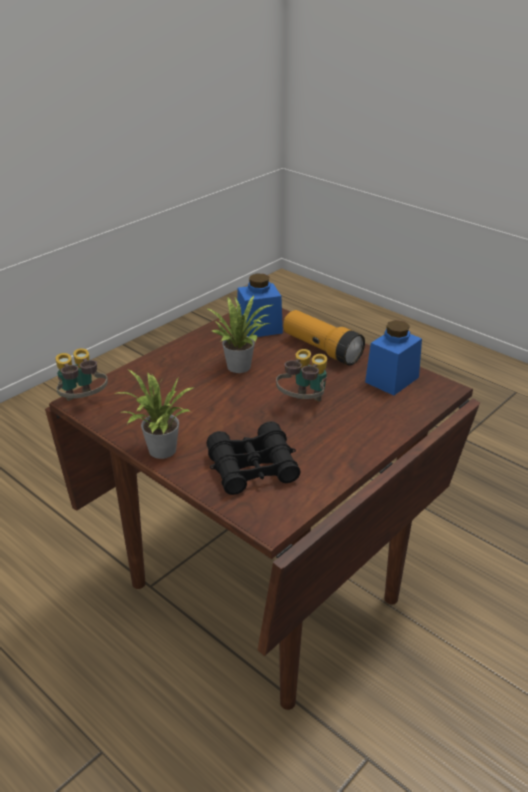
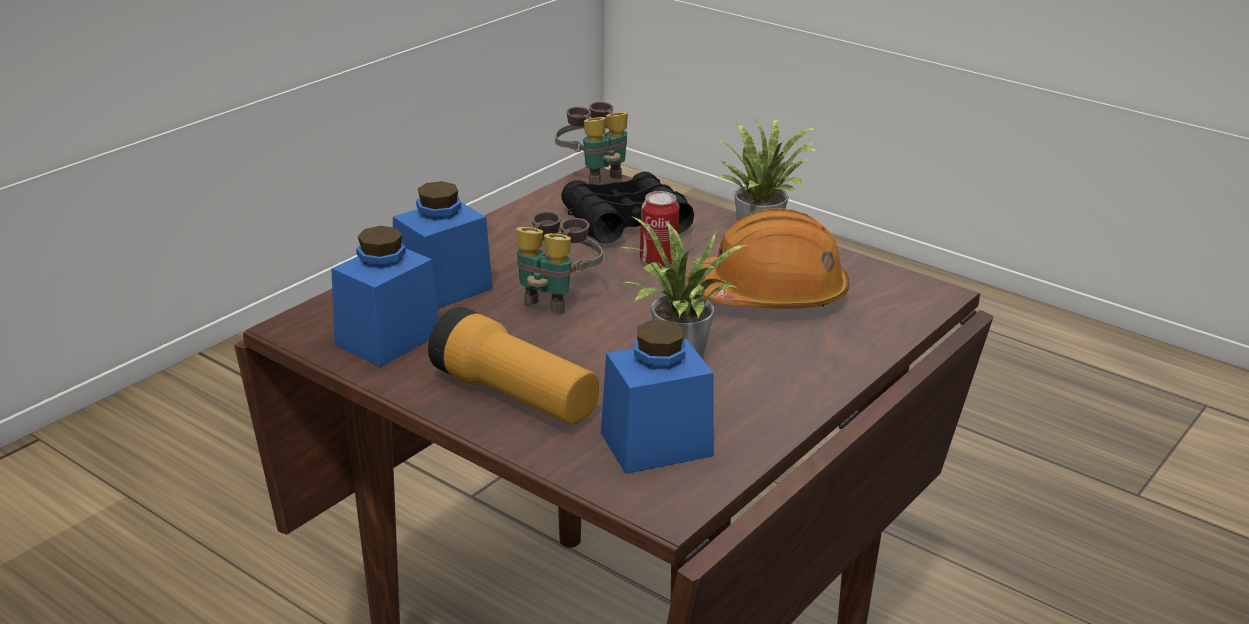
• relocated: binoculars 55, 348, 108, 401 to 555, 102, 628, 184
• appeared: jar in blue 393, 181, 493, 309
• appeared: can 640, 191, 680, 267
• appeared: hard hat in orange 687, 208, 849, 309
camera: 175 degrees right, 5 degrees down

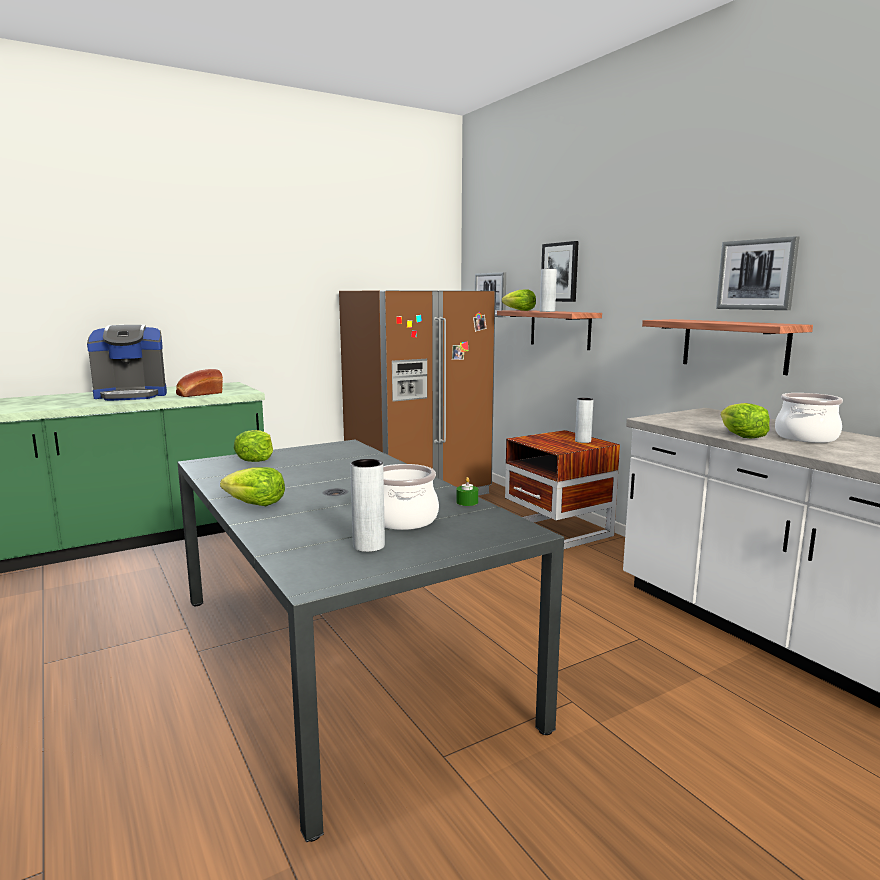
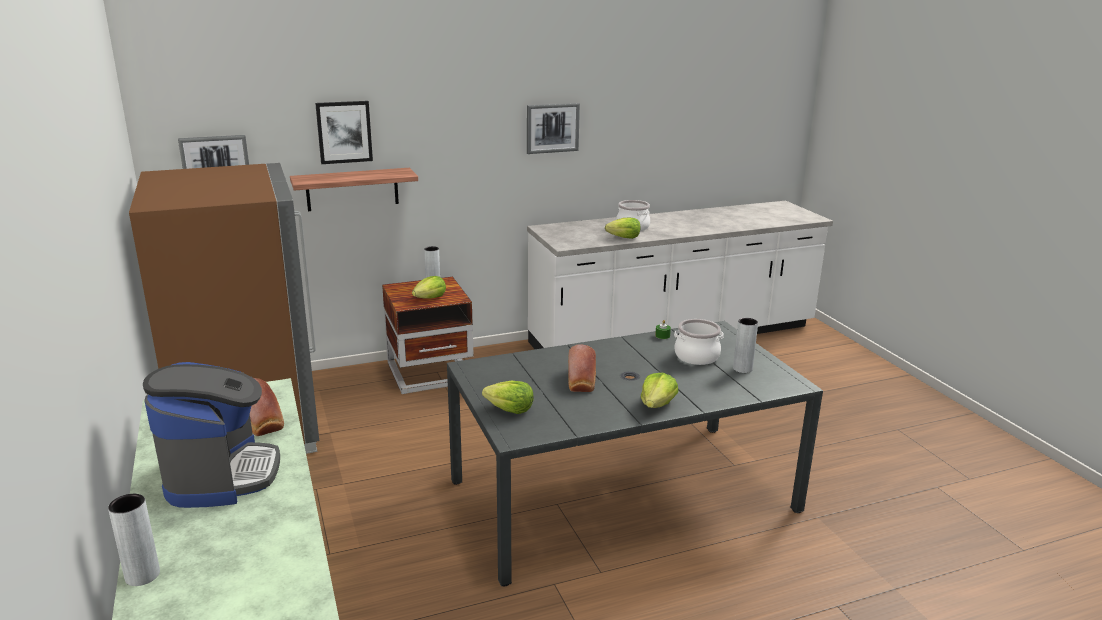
• relocated: vase in grey 540, 269, 557, 312 to 108, 494, 160, 586
• relocated: lettuce 502, 289, 536, 311 to 412, 276, 446, 299
• missing: shelf 642, 319, 813, 375
• appeared: bread 568, 344, 596, 392
camera: 80 degrees left, 10 degrees up

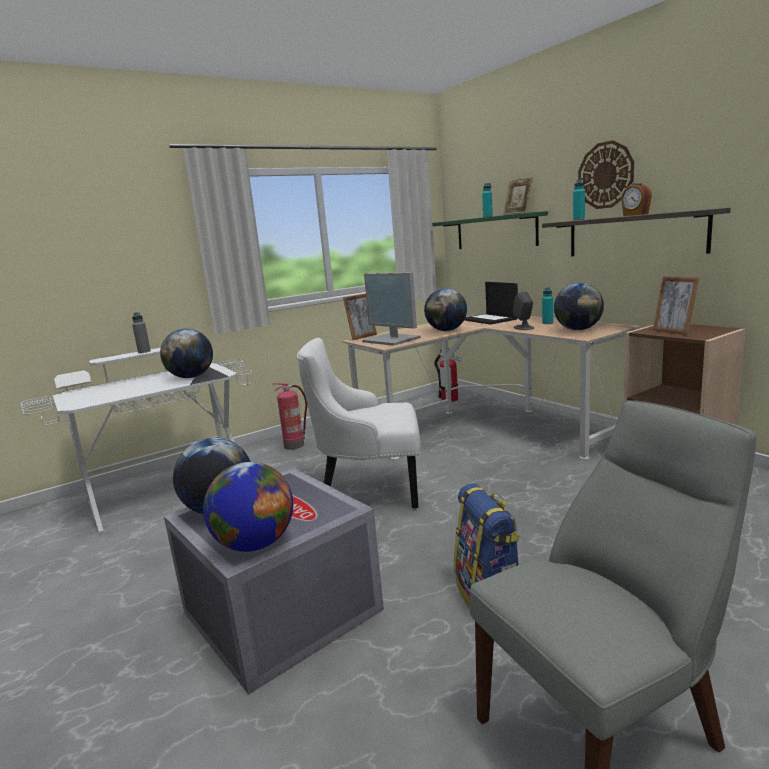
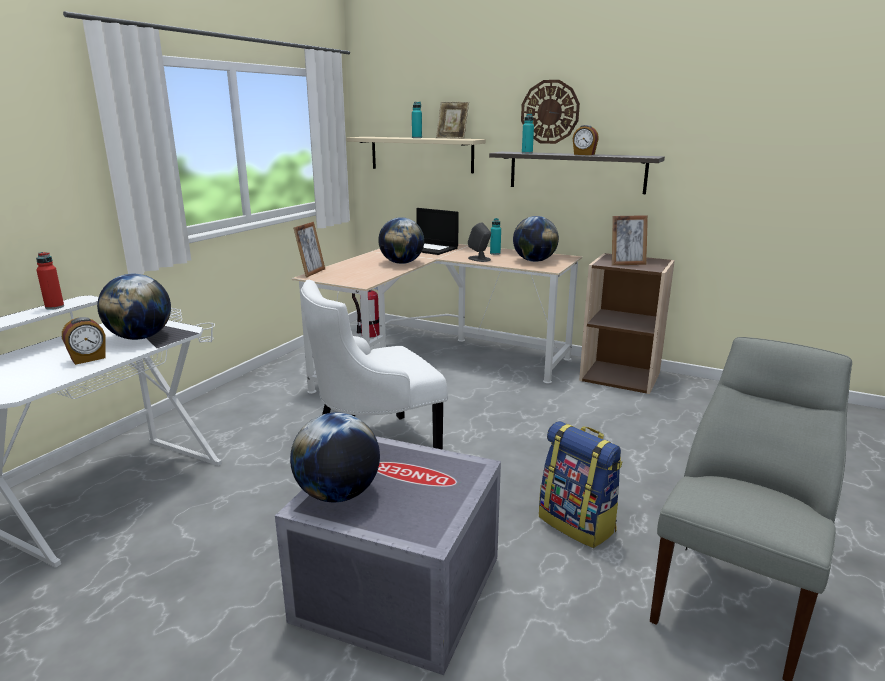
• colour: shelf in green 432, 211, 548, 249 to shelf in beige 346, 137, 486, 173
• missing: monitor 362, 272, 421, 346
• spun: picture frame 653, 276, 700, 335 = 612, 215, 648, 266 45 degrees counterclockwise
• colour: bottle in grey 132, 312, 151, 353 to bottle in red 36, 252, 64, 310
• missing: fire extinguisher 272, 383, 307, 450
• missing: globe 203, 462, 293, 552
• appeared: alarm clock 62, 317, 106, 365
camera: 30 degrees left, 5 degrees up

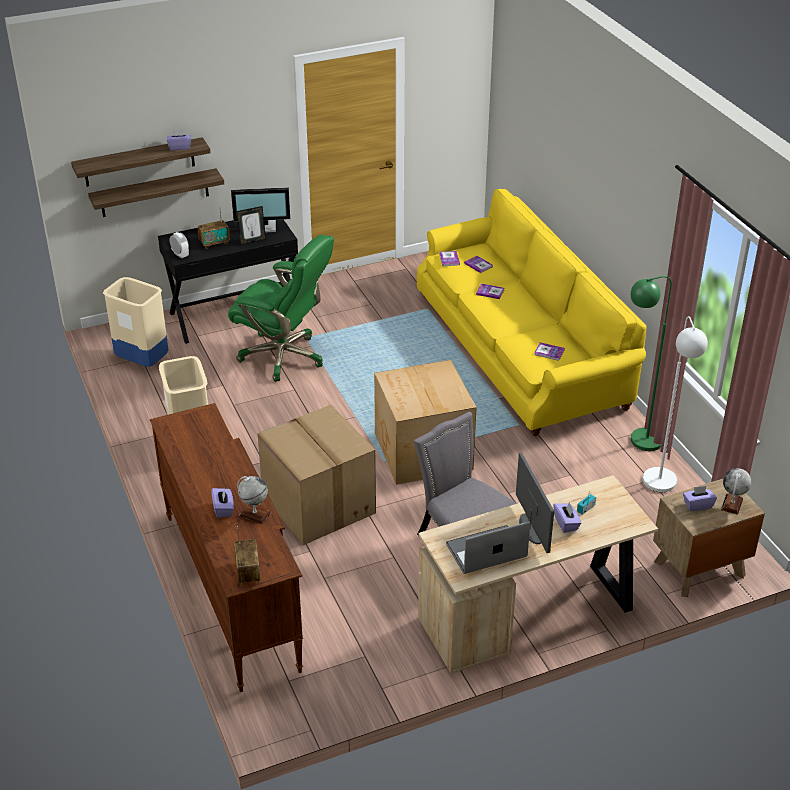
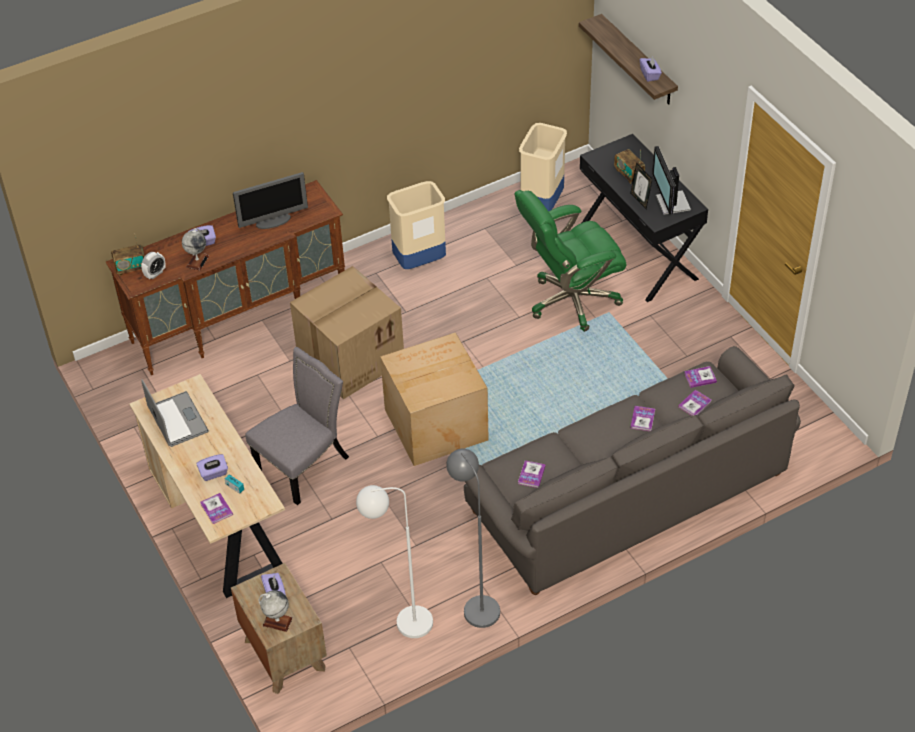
• missing: shelf 88, 168, 224, 217
• colour: sofa in yellow 417, 189, 647, 436 to sofa in grey 464, 346, 801, 595
• relocated: alarm clock 169, 232, 189, 259 to 141, 252, 166, 279
• spun: office chair in green 228, 235, 334, 382 = 515, 190, 626, 332 45 degrees clockwise
• colour: floor lamp in green 631, 276, 672, 451 to floor lamp in grey 446, 449, 500, 628
• relocated: monitor 516, 453, 554, 553 to 233, 172, 308, 229
• appeared: book 200, 493, 233, 524
camera: 85 degrees right, 10 degrees up

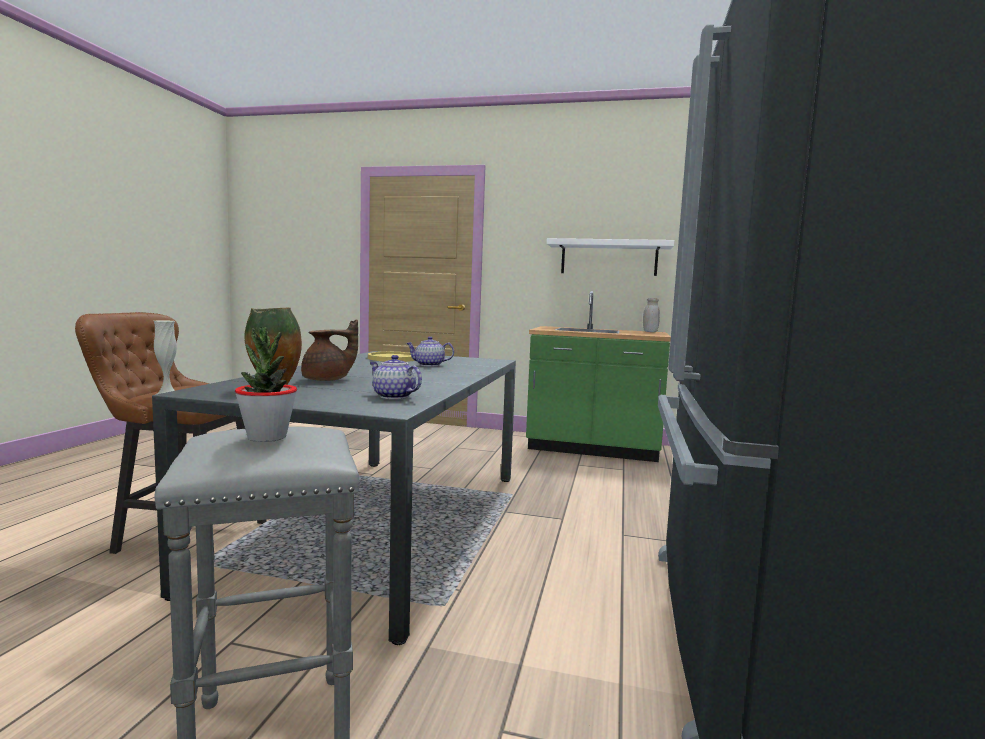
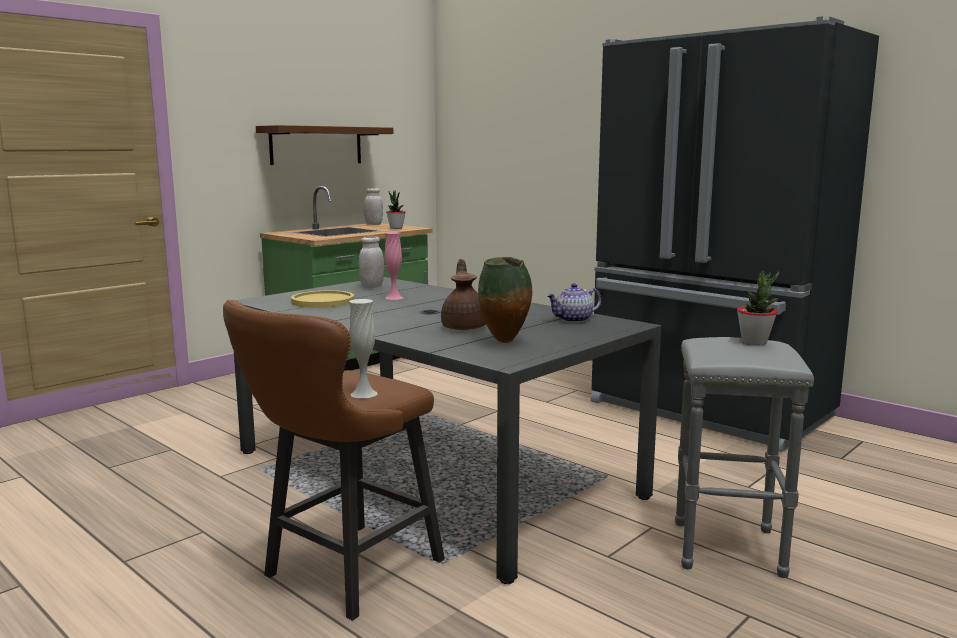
• colour: shelf in white 547, 238, 675, 276 to shelf in brown 256, 125, 393, 165
• exchanged: teapot 406, 336, 454, 366 to vase in pink 384, 232, 403, 300
• appeared: potted plant 386, 191, 406, 229
• appeared: jar in white 359, 236, 384, 288
camera: 60 degrees left, 5 degrees up

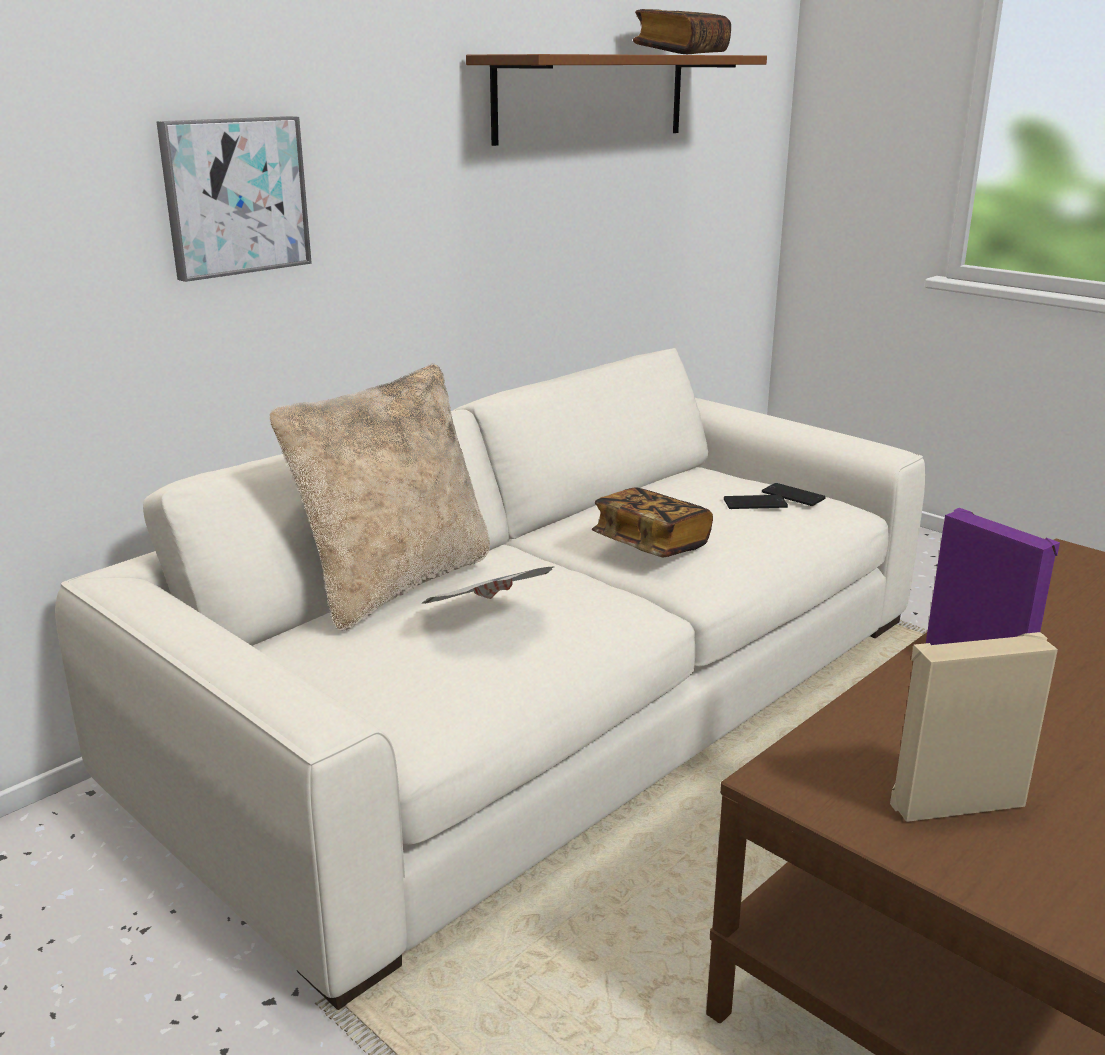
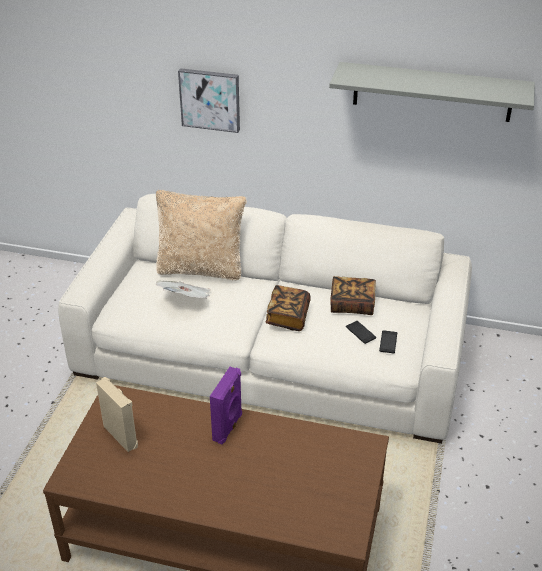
• relocated: book 633, 9, 731, 54 to 330, 276, 376, 315
• colour: shelf in brown 466, 54, 767, 146 to shelf in grey 329, 62, 535, 122
camera: 60 degrees right, 15 degrees up

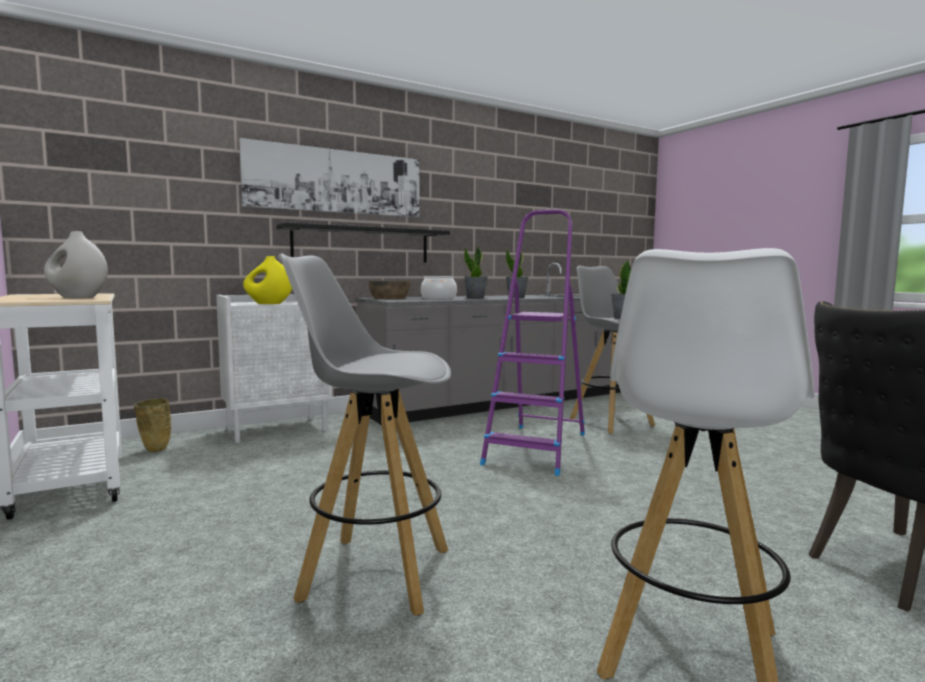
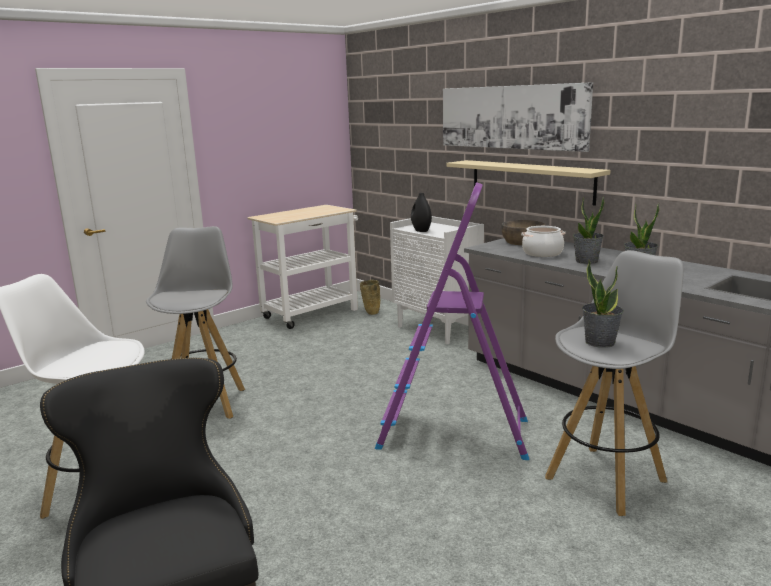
• colour: shelf in black 277, 222, 450, 262 to shelf in beige 446, 160, 611, 206
• missing: vase in white 44, 231, 108, 298
• colour: vase in yellow 243, 256, 292, 304 to vase in black 411, 193, 432, 232
camera: 80 degrees right, 10 degrees up

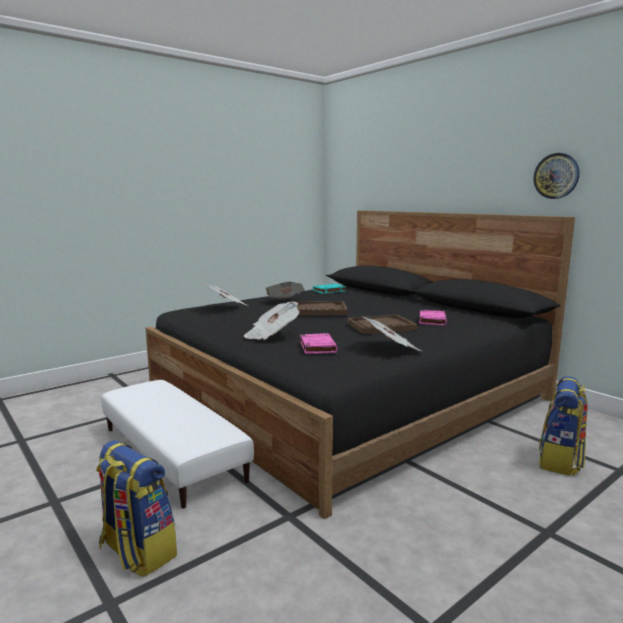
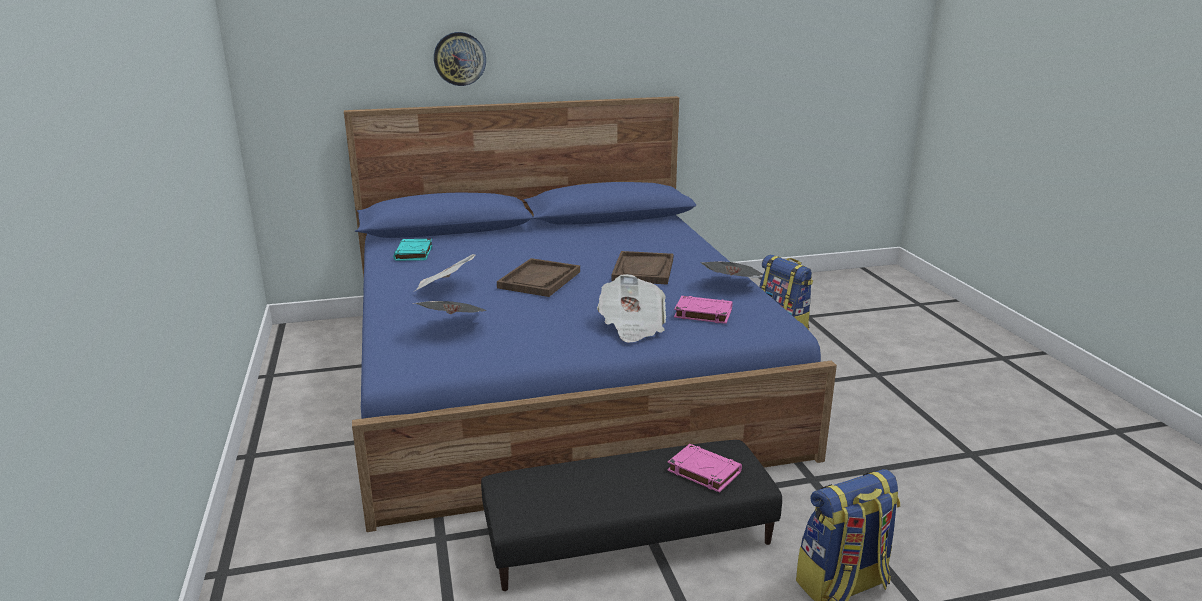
• relocated: wall clock 533, 153, 580, 199 to 434, 32, 486, 86
• colour: bed in black 146, 210, 575, 519 to bed in blue 344, 96, 837, 532
• relocated: book in pink 419, 310, 447, 325 to 667, 444, 742, 493
• colour: ottoman in white 101, 380, 254, 509 to ottoman in black 481, 440, 782, 591
camera: 65 degrees left, 10 degrees up

